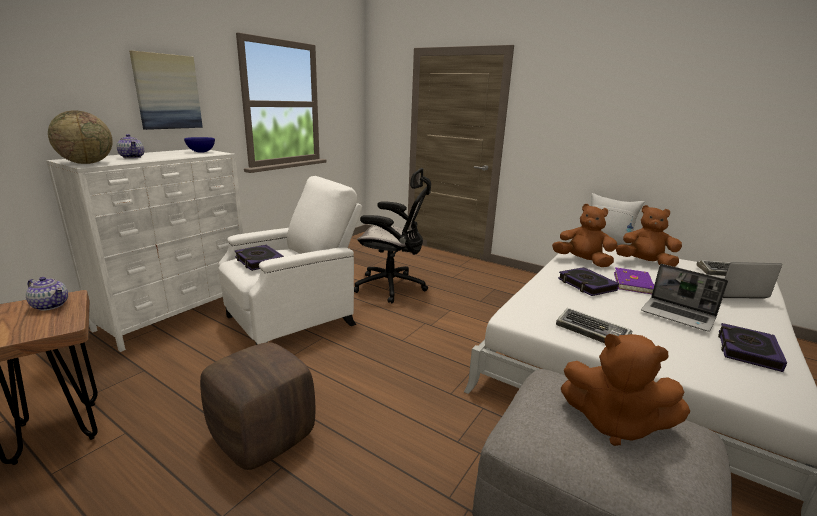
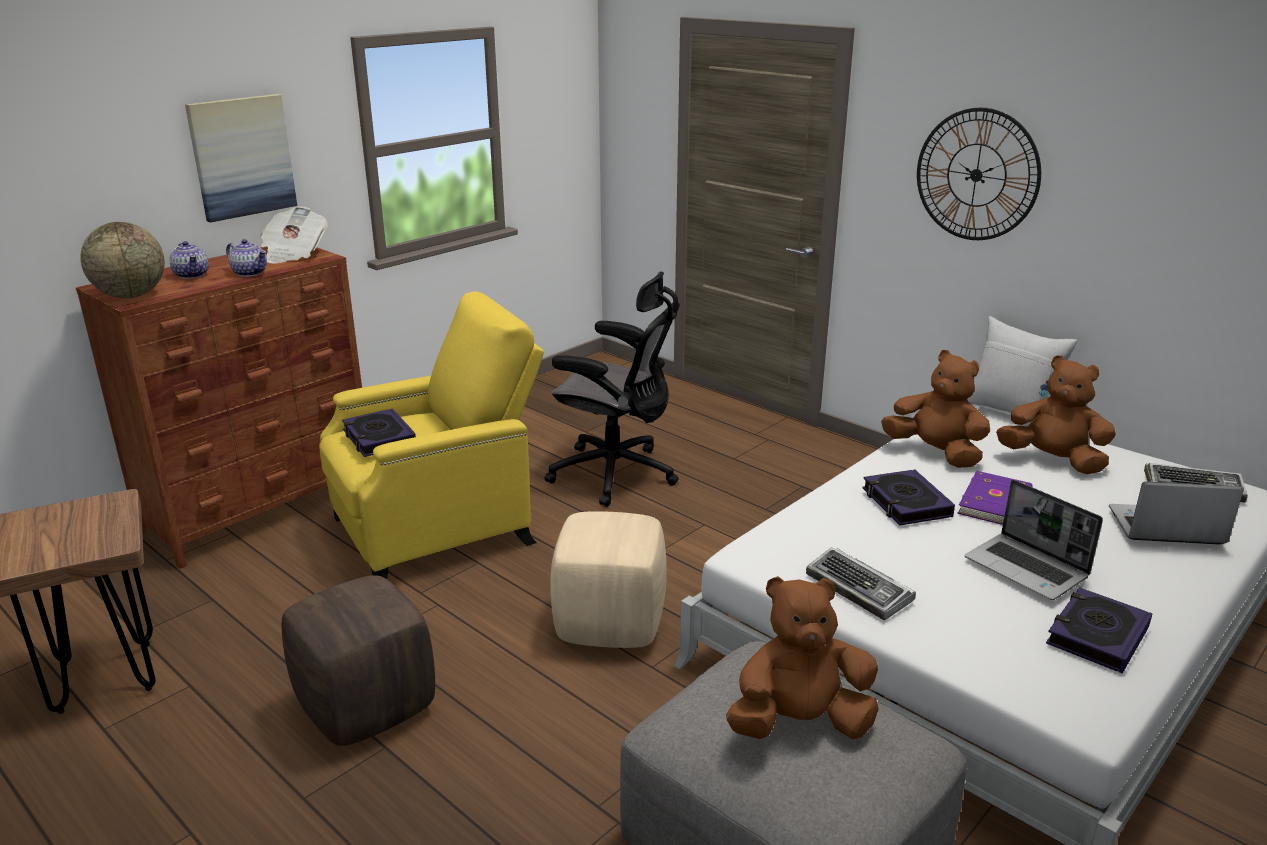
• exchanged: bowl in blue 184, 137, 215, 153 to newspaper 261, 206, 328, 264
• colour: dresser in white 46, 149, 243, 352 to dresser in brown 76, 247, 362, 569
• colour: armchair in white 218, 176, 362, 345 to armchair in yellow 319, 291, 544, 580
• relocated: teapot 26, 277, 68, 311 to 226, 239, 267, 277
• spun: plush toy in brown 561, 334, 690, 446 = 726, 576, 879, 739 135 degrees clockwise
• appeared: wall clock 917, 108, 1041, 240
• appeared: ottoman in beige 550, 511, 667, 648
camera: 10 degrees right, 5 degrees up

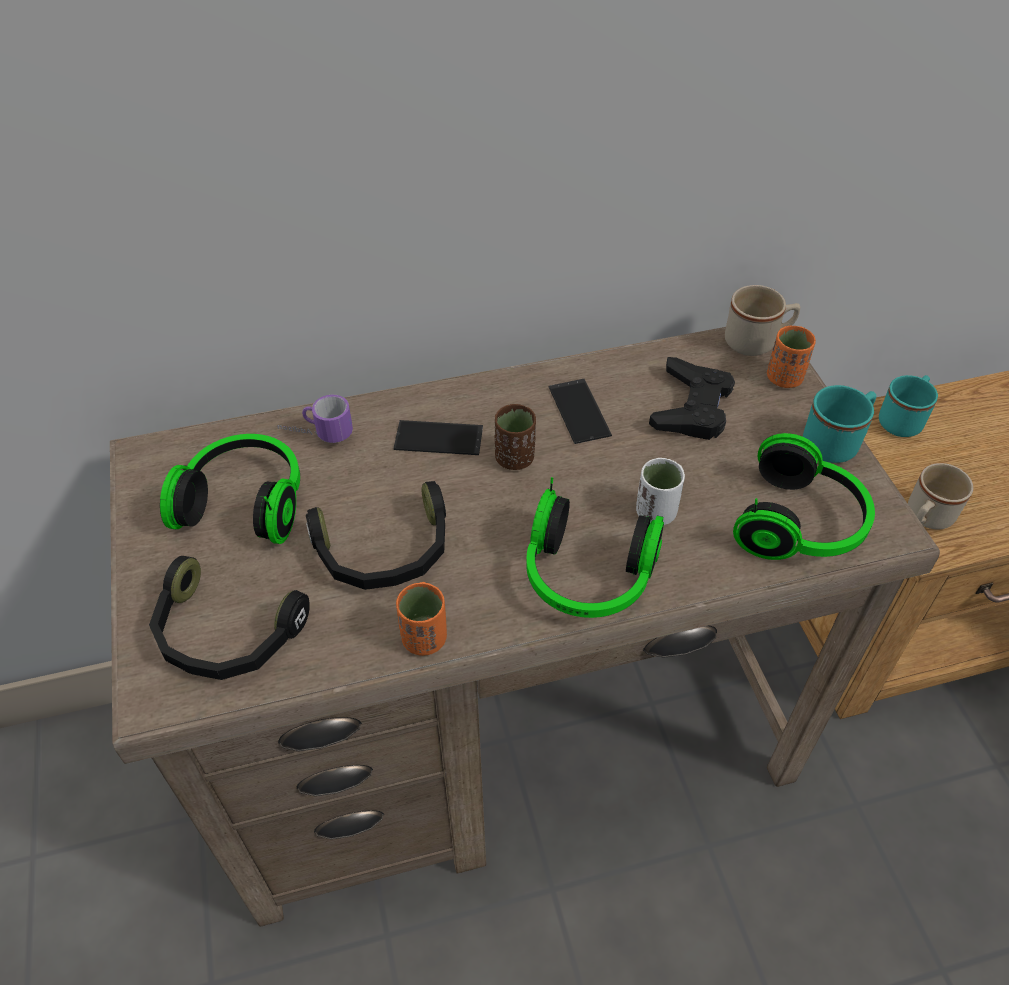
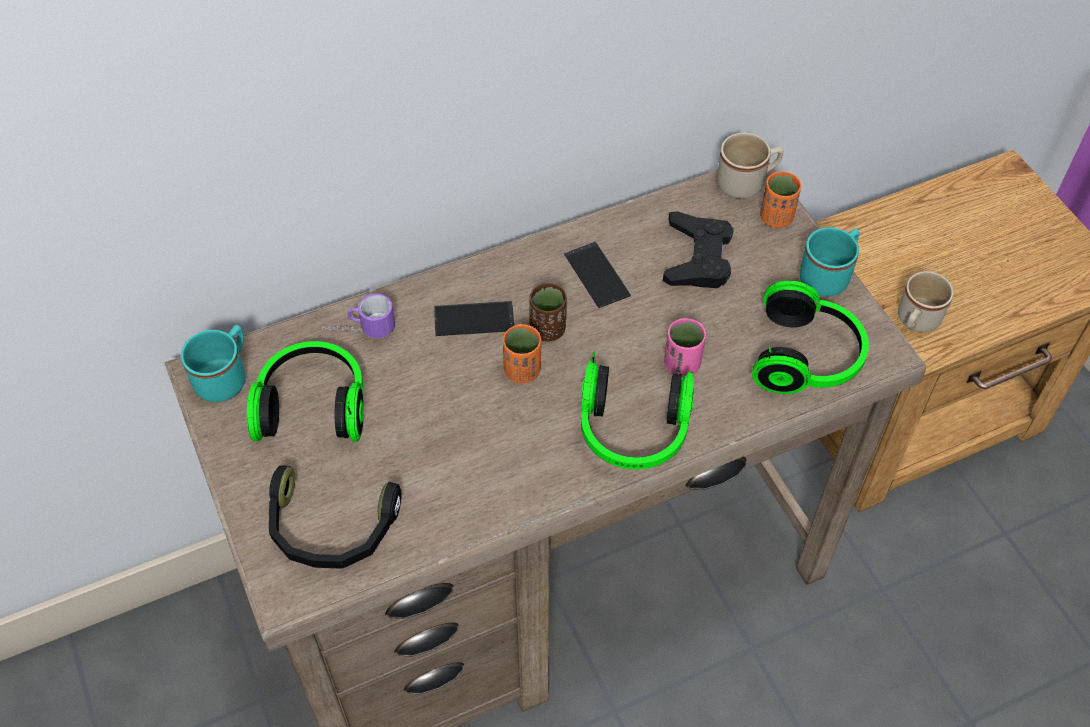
• relocated: mug in turquoise 879, 375, 938, 437 to 181, 325, 246, 402
• colour: cup in white 636, 458, 685, 525 to cup in pink 664, 318, 706, 377
• missing: headphones in black 306, 481, 446, 590
• relocated: cup in orange 396, 582, 447, 656 to 503, 324, 541, 383
camera: 10 degrees left, 5 degrees up

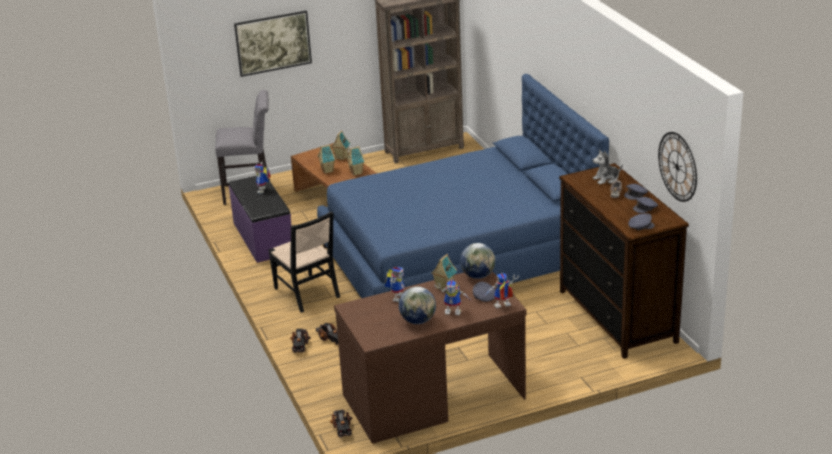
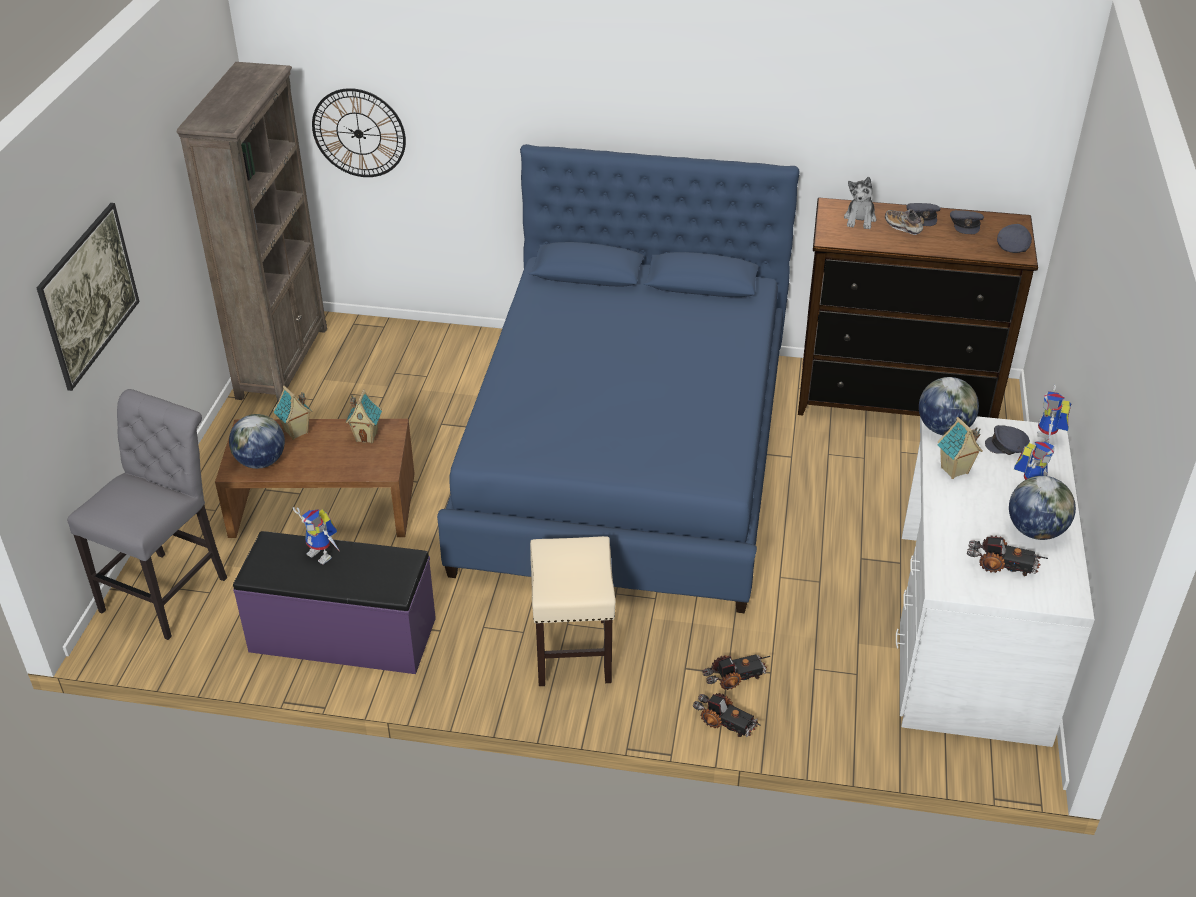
• relocated: wall clock 658, 132, 697, 202 to 312, 88, 406, 177
• missing: toy house 318, 144, 336, 174
• exchanged: chair 268, 211, 340, 313 to stool in beige 530, 536, 616, 686
• missing: toy robot 385, 267, 406, 302
• colour: desk in brown 334, 271, 526, 443 to desk in white 896, 416, 1095, 747
• relocated: toy truck 330, 409, 352, 438 to 967, 535, 1048, 576
• appeared: globe 229, 414, 285, 469
camera: 60 degrees left, 10 degrees up

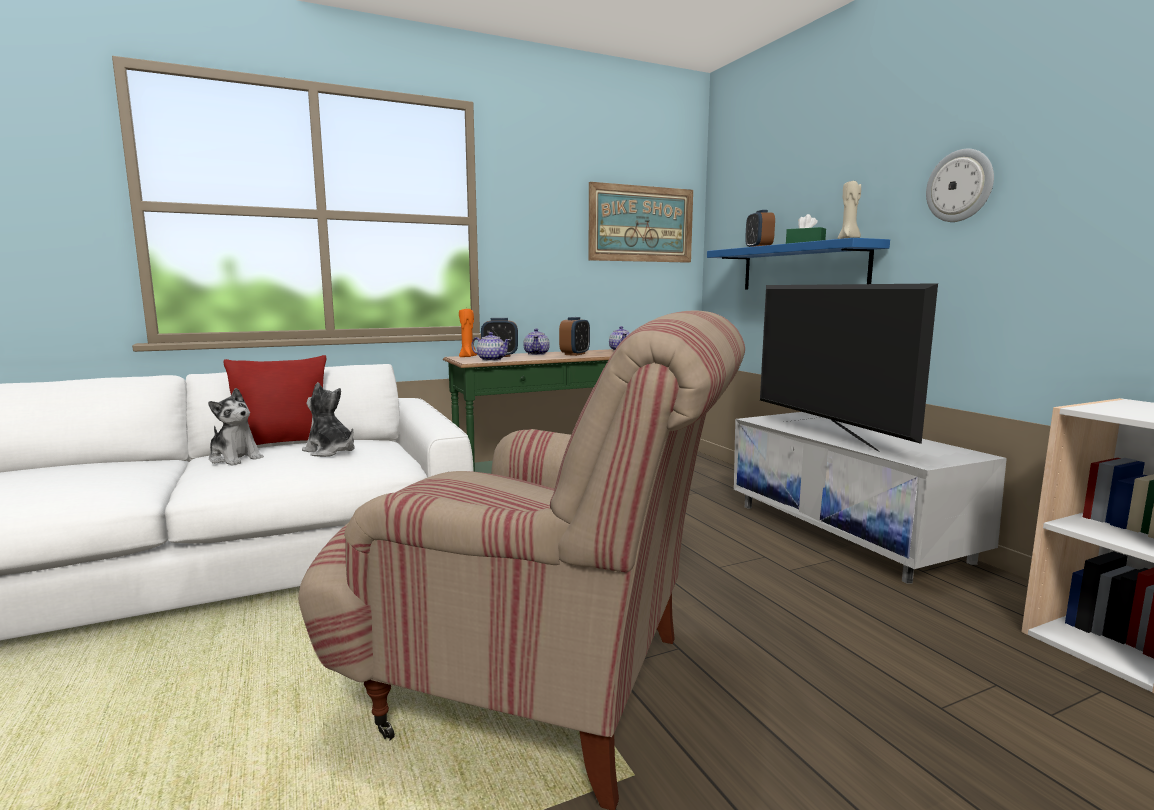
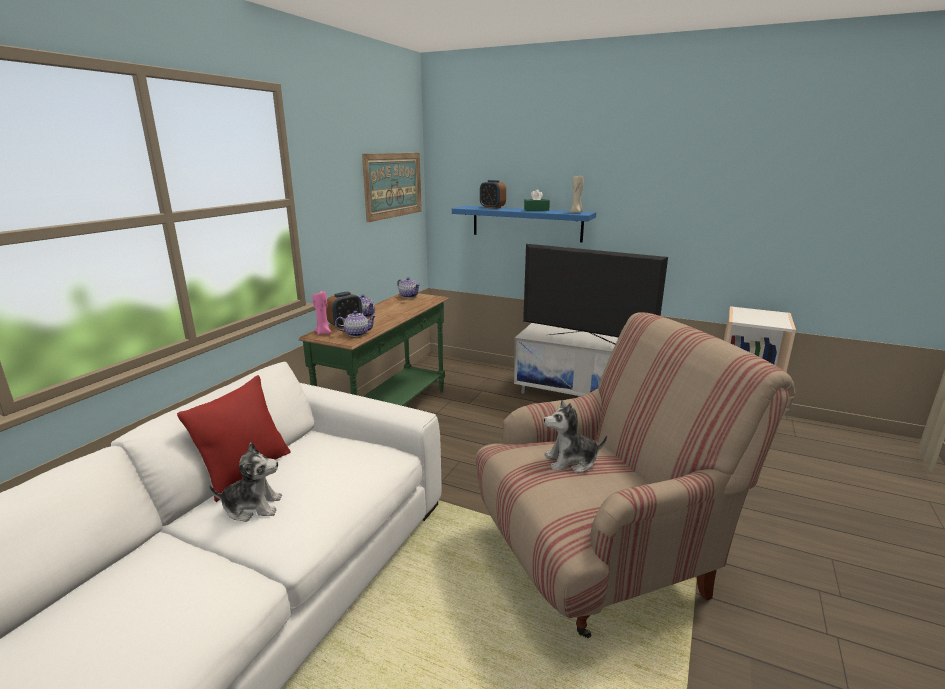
• missing: wall clock 926, 149, 994, 222
• colour: candle in orange 459, 309, 477, 357 to candle in pink 313, 291, 332, 335
• missing: alarm clock 559, 317, 590, 356
• relocated: plush toy 302, 382, 355, 457 to 544, 400, 607, 473
camera: 40 degrees left, 10 degrees up

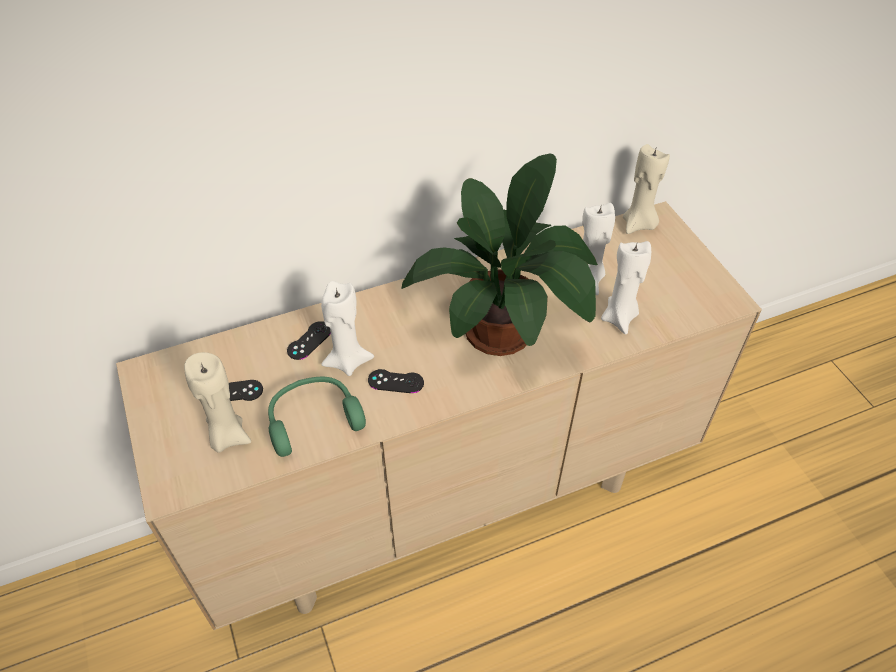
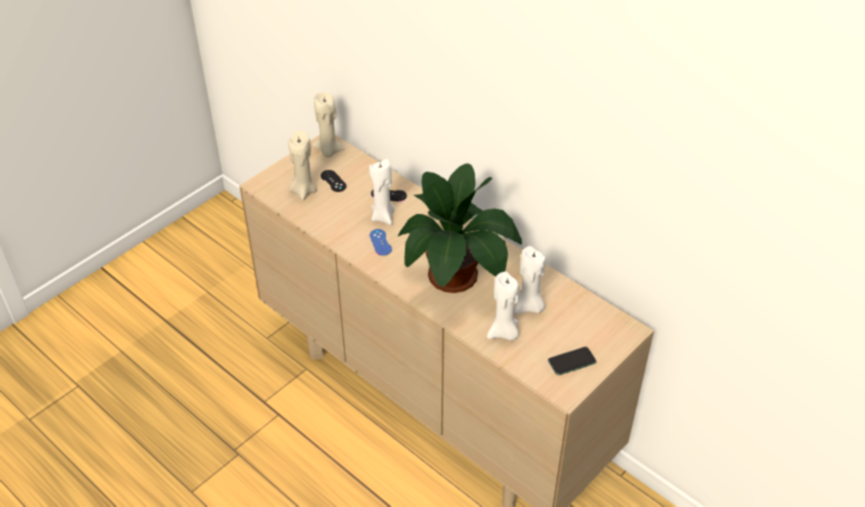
• relocated: candle in beige 623, 144, 670, 234 to 313, 92, 345, 157
• colour: game controller in black 368, 369, 424, 393 to game controller in blue 370, 229, 392, 256
• missing: headphones in green 268, 377, 366, 457
• appeared: phone 548, 347, 596, 375
camera: 65 degrees right, 5 degrees down

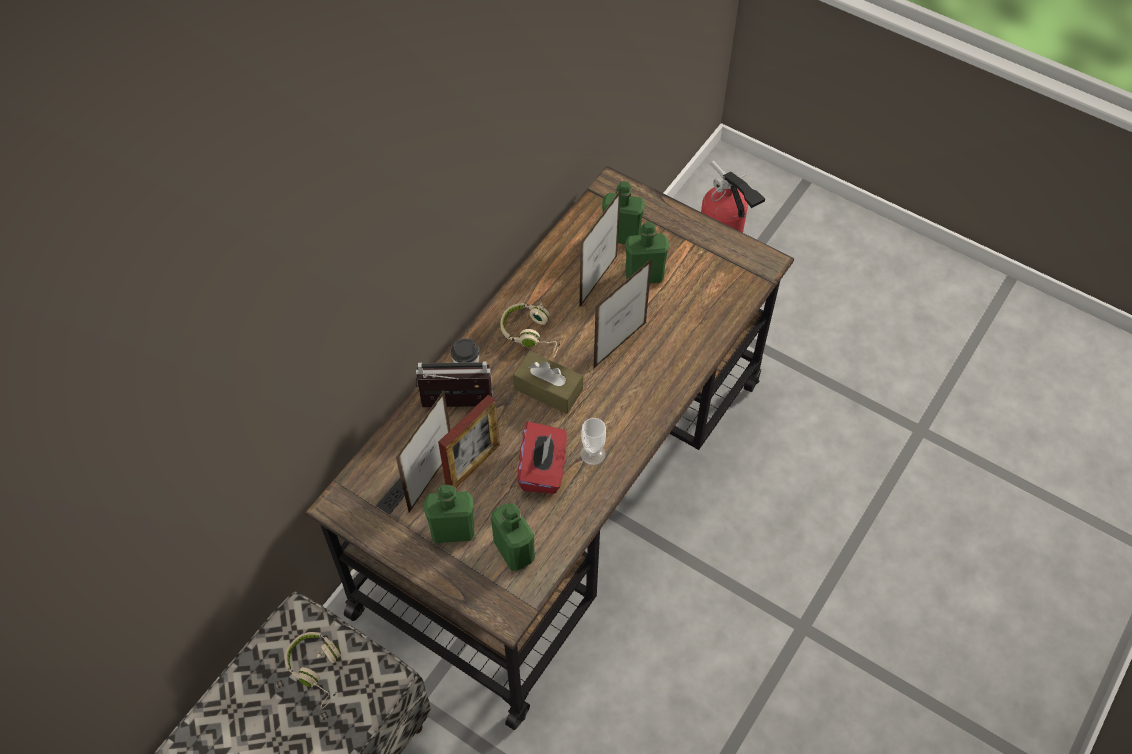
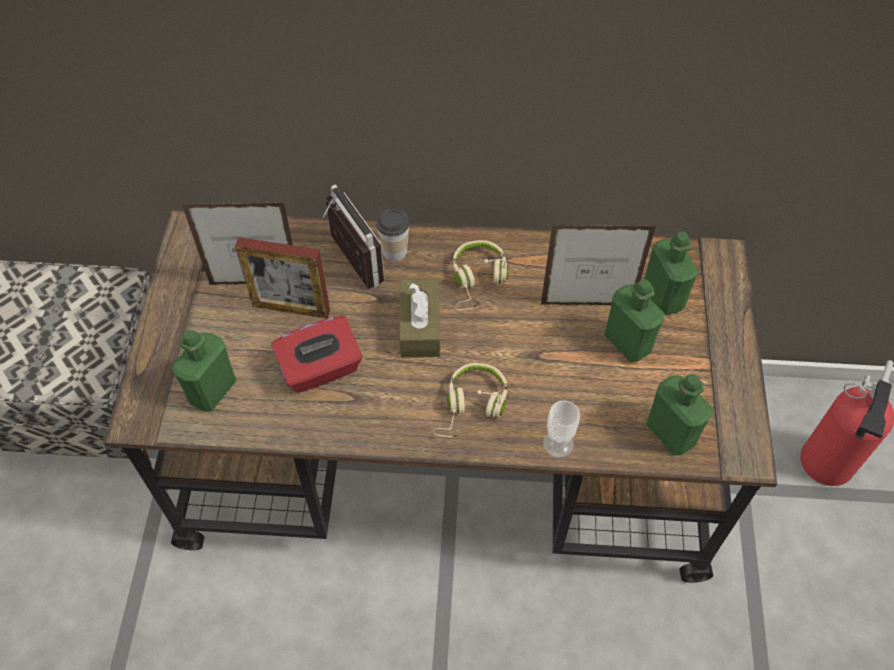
• missing: picture frame 594, 259, 652, 368
• relocated: cup 581, 418, 606, 465 to 543, 401, 580, 458
• relocated: bottle in green 424, 485, 474, 543 to 646, 374, 713, 455
• relocated: headphones in beige 285, 632, 341, 709 to 433, 363, 507, 437
camera: 60 degrees right, 0 degrees up

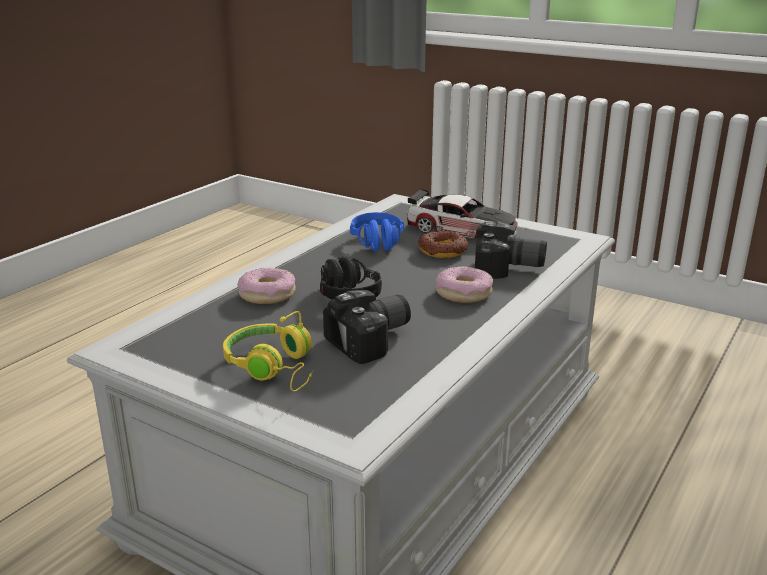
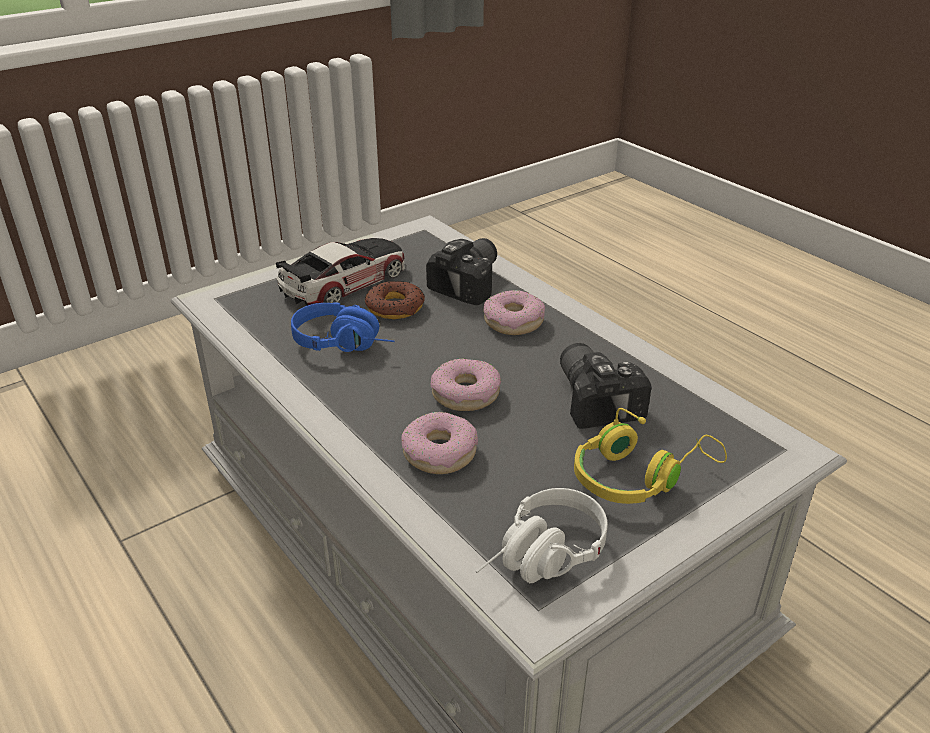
• exchanged: headphones in black 320, 256, 382, 300 to donut 431, 359, 501, 411
• appeared: headphones in white 476, 488, 608, 583
camera: 70 degrees left, 10 degrees up

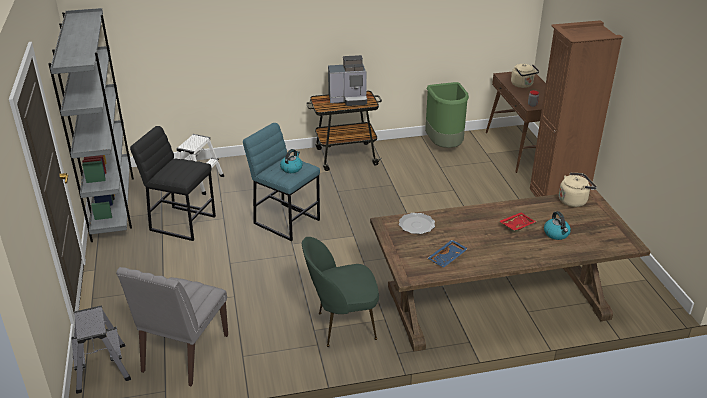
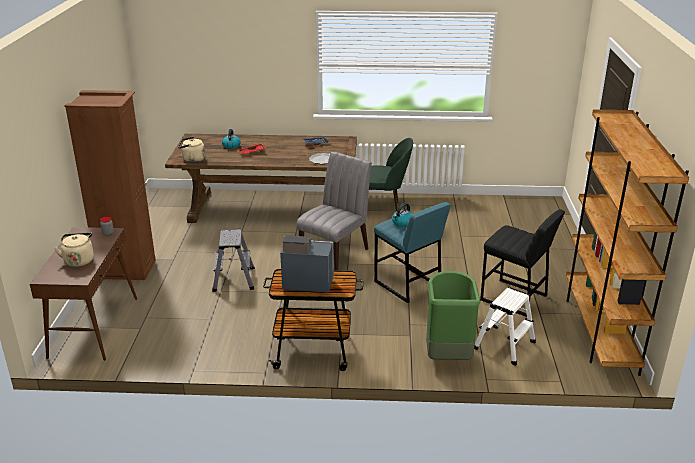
• colour: bookcase in grey 48, 8, 134, 242 to bookcase in brown 566, 110, 689, 376
• relocated: trash can in green 425, 82, 469, 148 to 426, 271, 481, 360
• relocated: chair in grey 116, 267, 228, 386 to 297, 152, 372, 270
• relocated: step ladder in grey 71, 305, 131, 394 to 212, 229, 255, 292
camera: 165 degrees left, 5 degrees down

